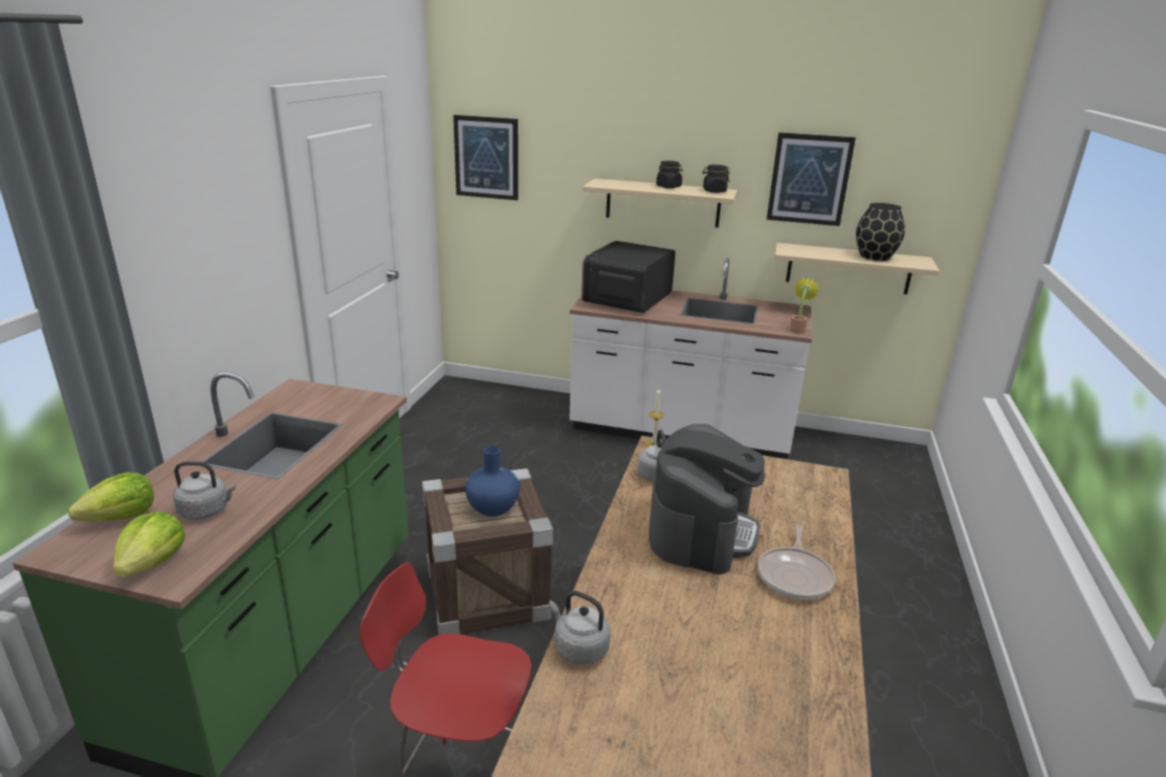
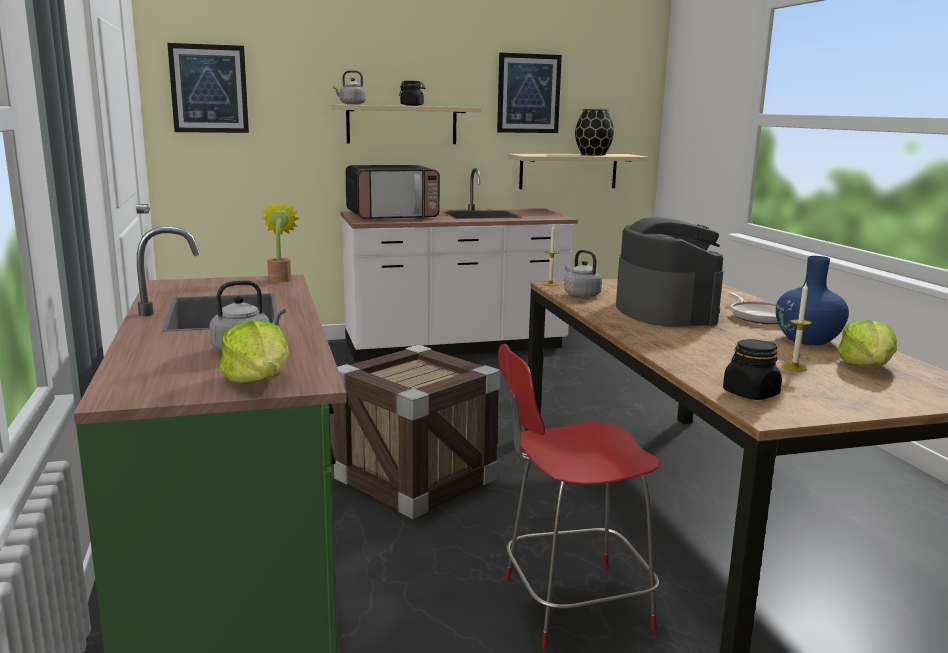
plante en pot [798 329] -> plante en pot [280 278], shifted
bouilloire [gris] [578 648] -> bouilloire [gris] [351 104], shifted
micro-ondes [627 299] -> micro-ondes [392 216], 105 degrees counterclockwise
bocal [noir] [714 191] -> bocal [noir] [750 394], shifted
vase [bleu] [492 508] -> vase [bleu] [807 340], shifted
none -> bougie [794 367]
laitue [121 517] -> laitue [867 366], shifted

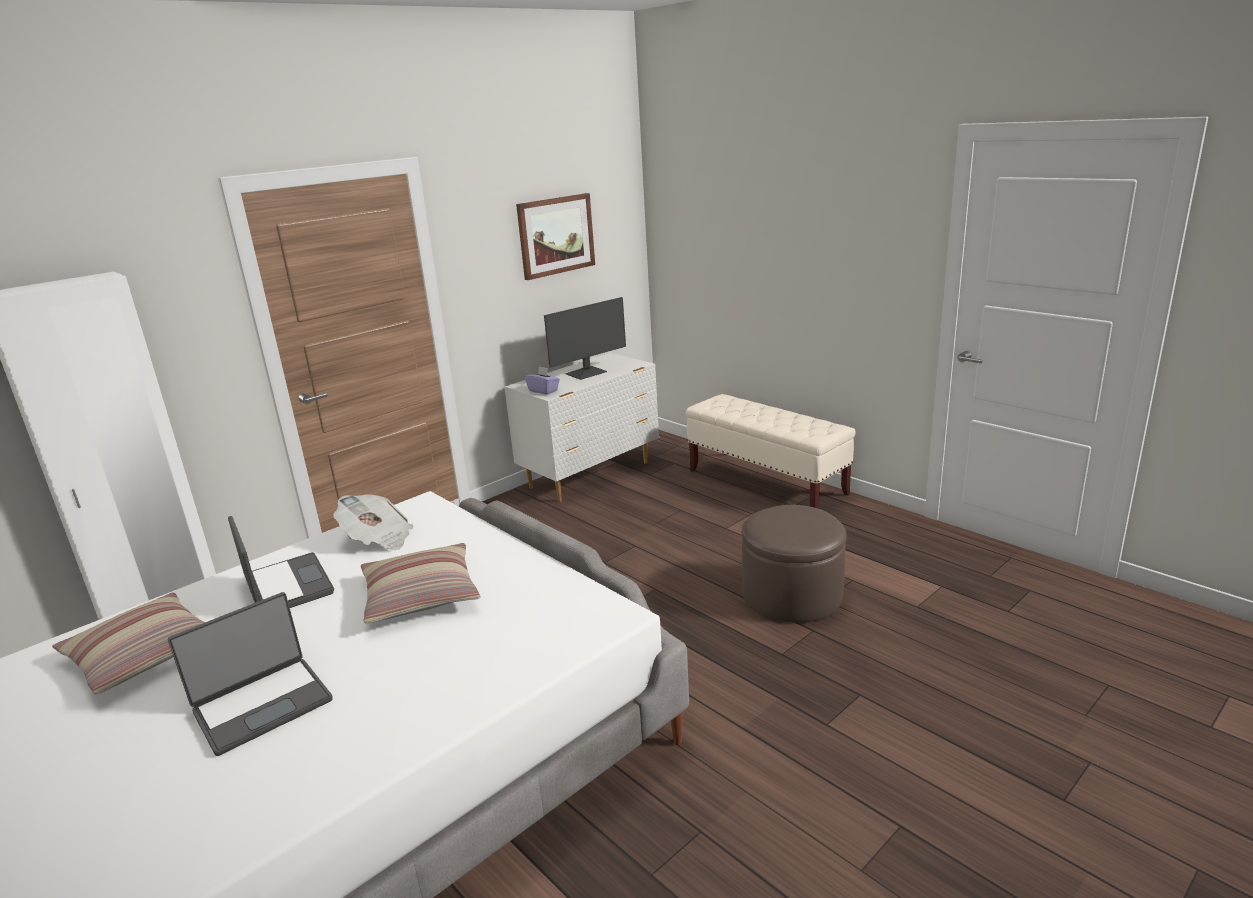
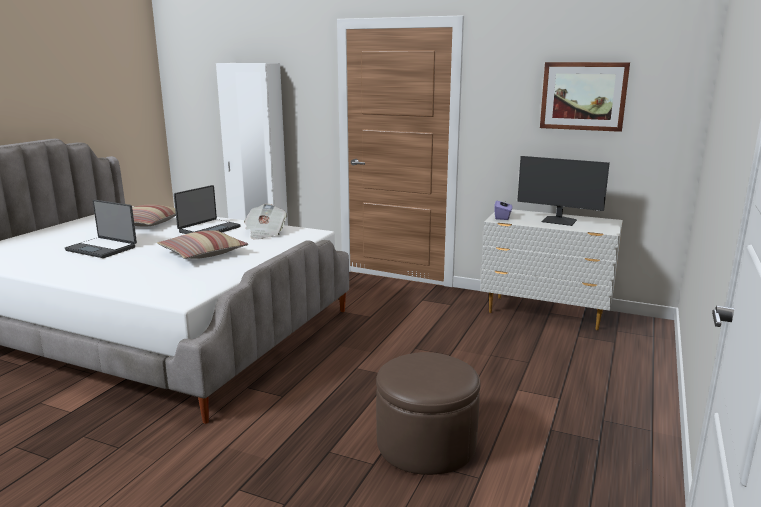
banc [beige] [766 482] -> none

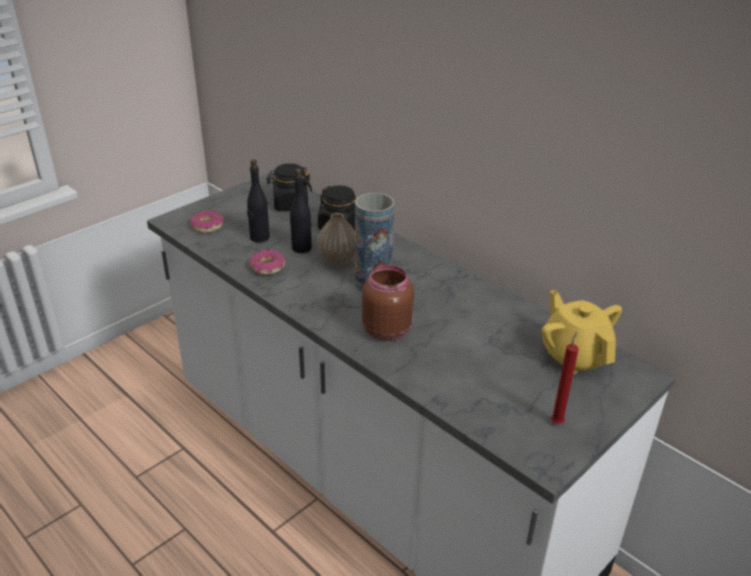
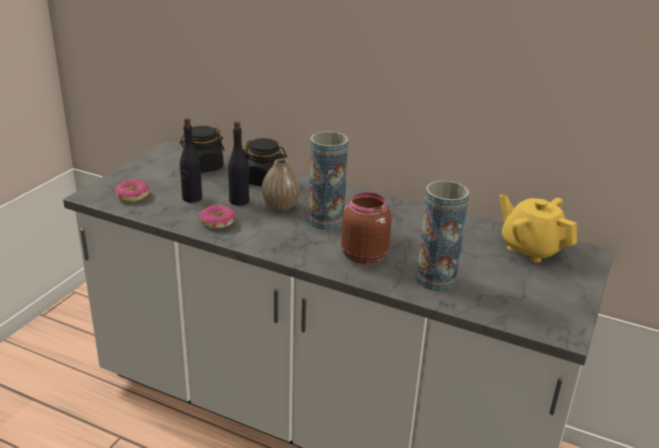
none -> vase [435 279]
bougie [rouge] [557 422] -> none

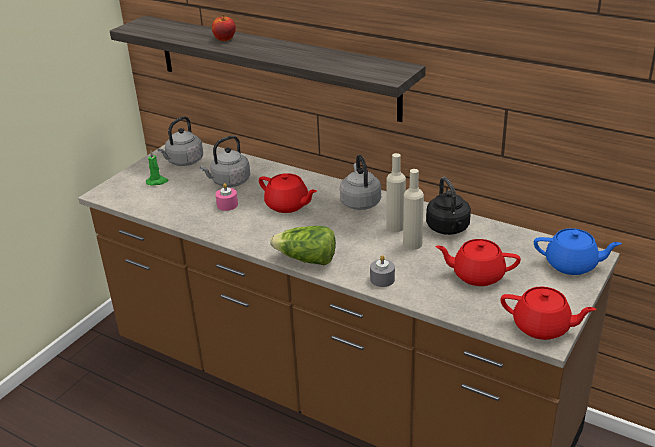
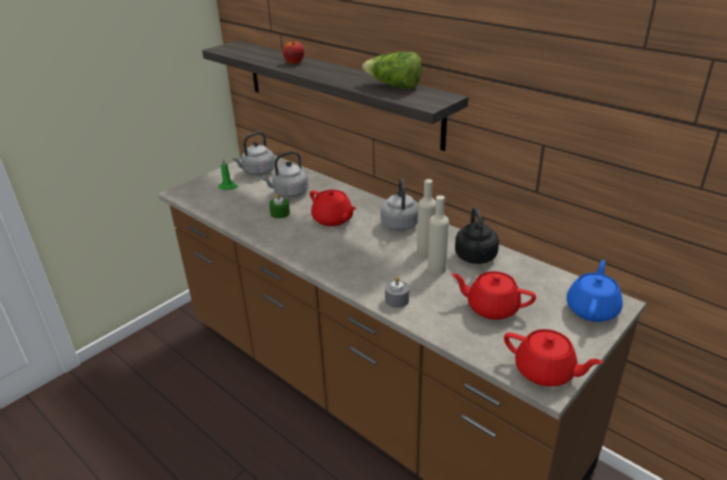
bougie [rose] [227 205] -> bougie [vert] [280 213]
laitue [306 260] -> laitue [394 86], shifted
théière [bleu] [572 265] -> théière [bleu] [592 309], 90 degrees counterclockwise

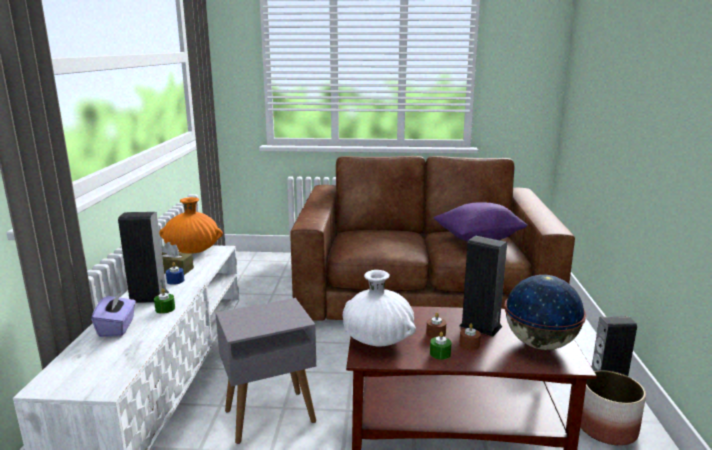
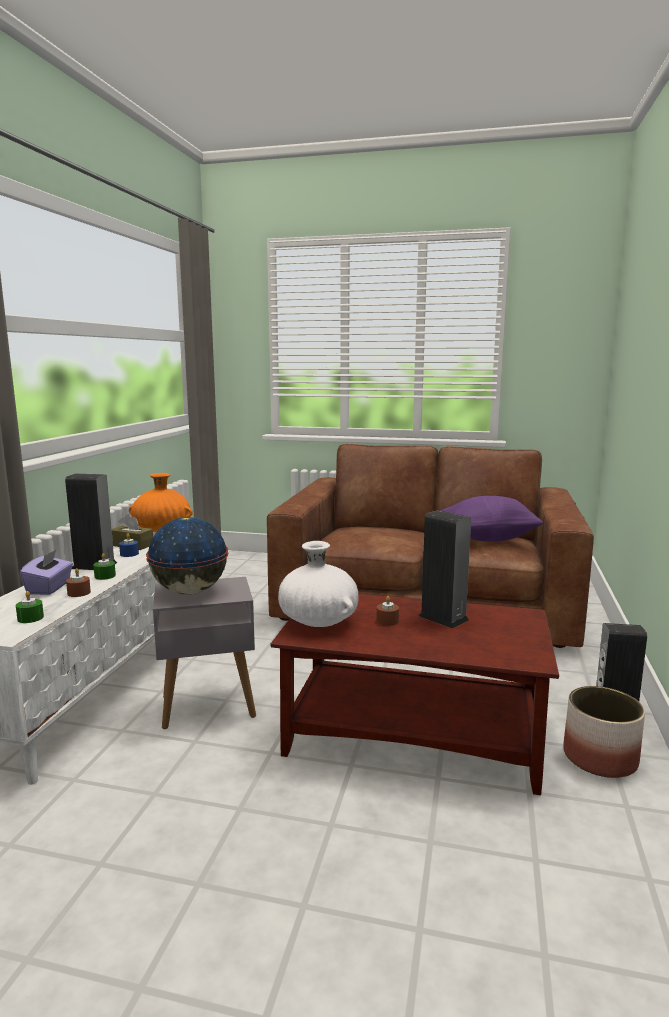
bougie [vert] [440 353] -> bougie [vert] [30 618], shifted
bougie [marron] [469 345] -> bougie [marron] [79 593], shifted
globe [539 344] -> globe [189 591], shifted

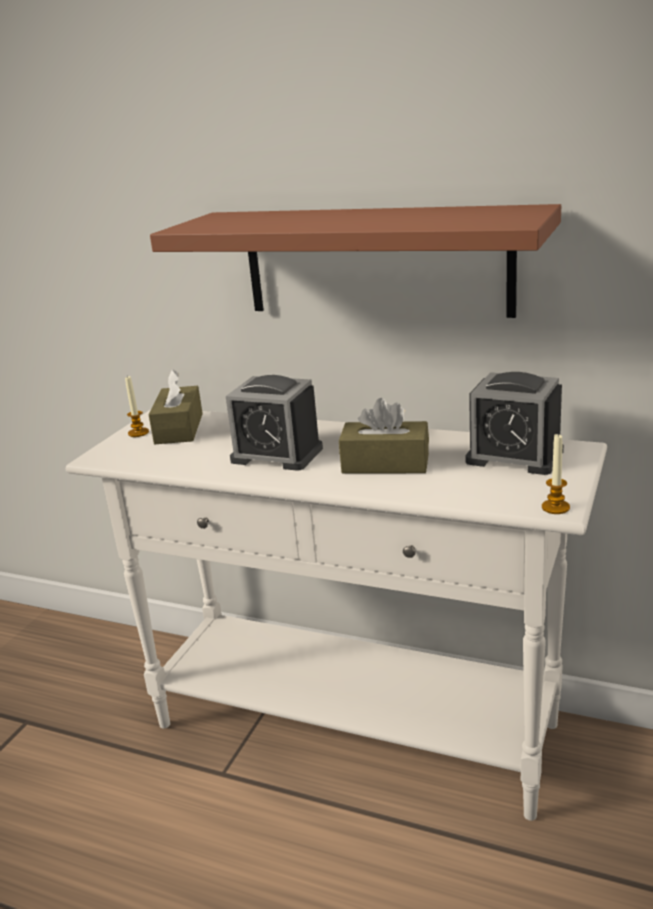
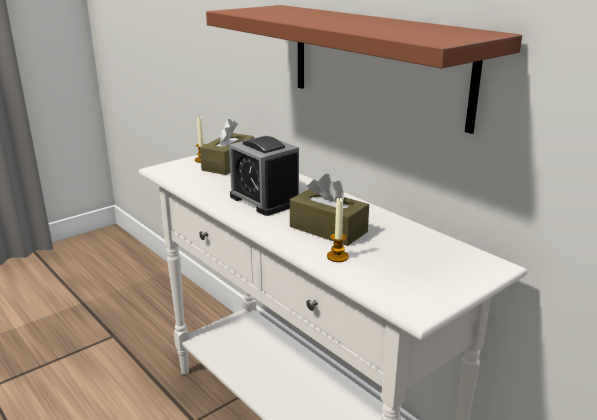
bougie [555 507] -> bougie [337 257], shifted
réveil [514 457] -> none

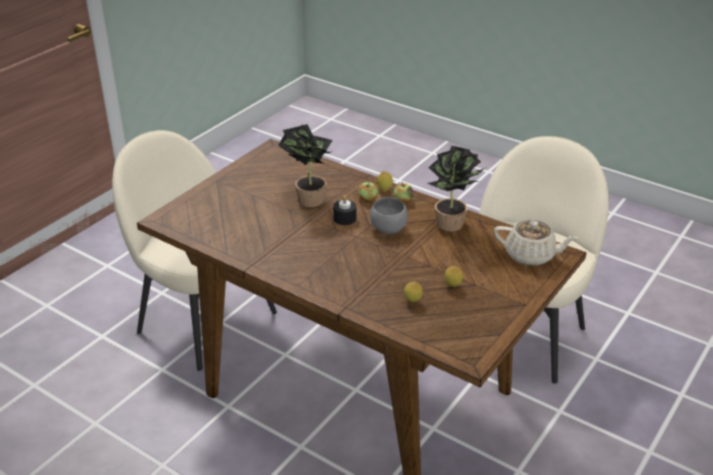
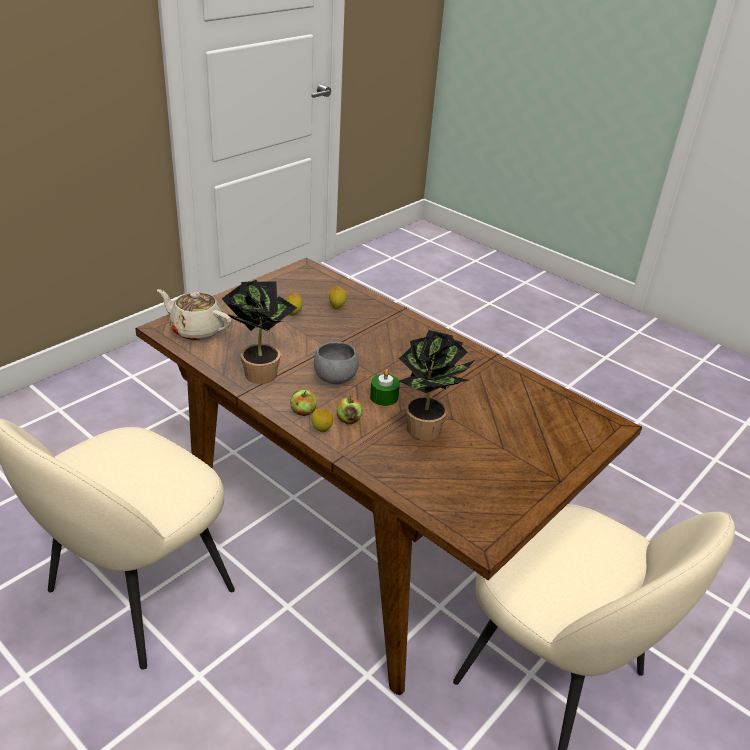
bougie [noir] [344 218] -> bougie [vert] [384 397]

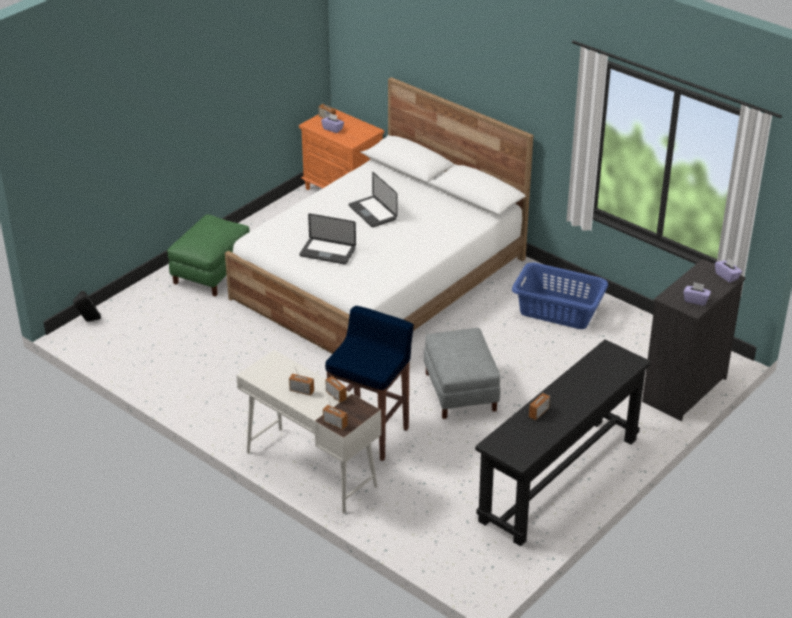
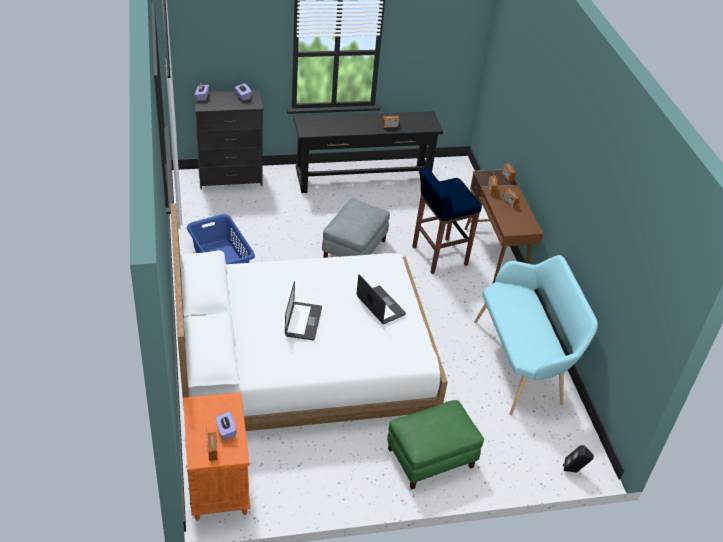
bureau [blanc] [310 469] -> bureau [marron] [494 258]
none -> banc [turquoise] [522 363]

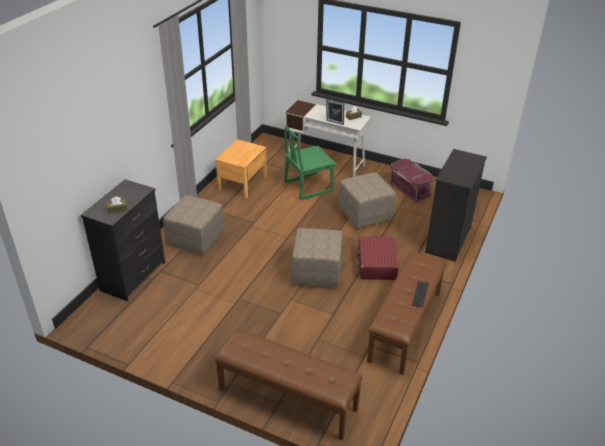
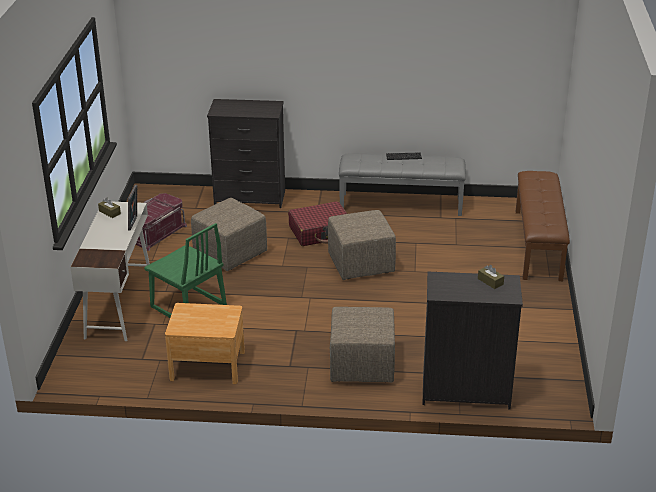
banc [marron] [405 326] -> banc [gris] [401 204]

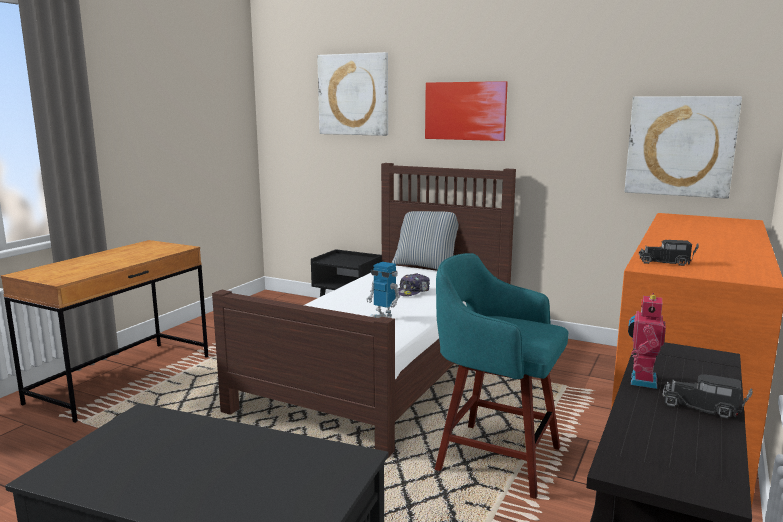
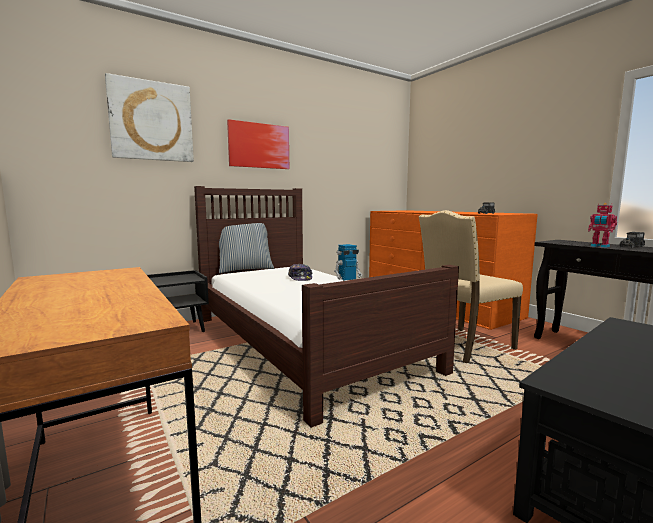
tabouret [turquoise] [494 457] -> chaise [beige] [463 346]
tableau [680 146] -> none

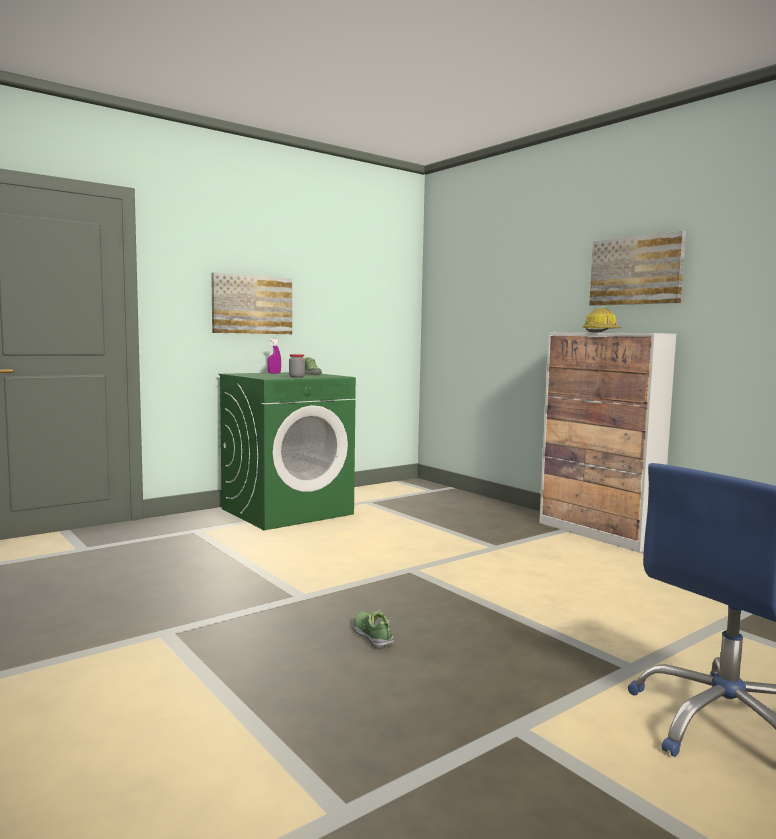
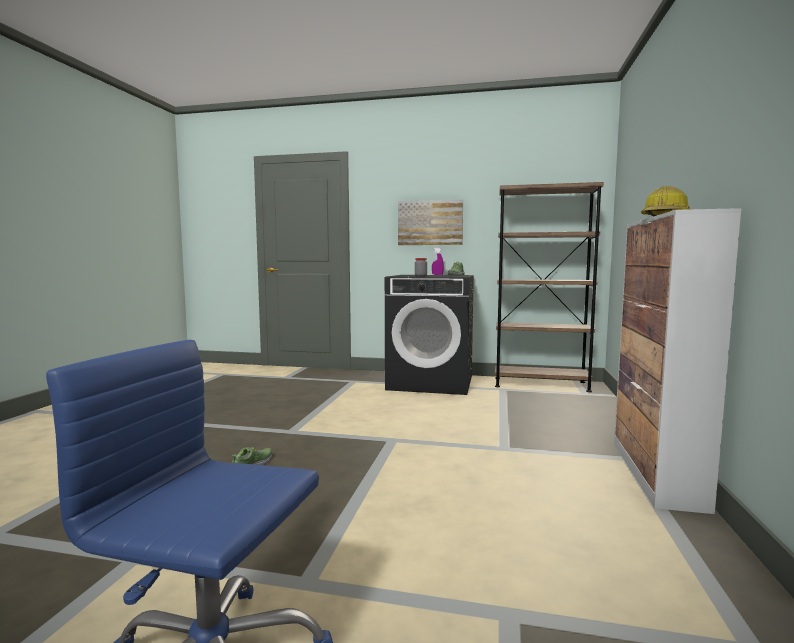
lave-linge [vert] [287 511] -> lave-linge [noir] [431 383]
none -> bibliothèque [marron] [540 384]
tableau [636 270] -> none

